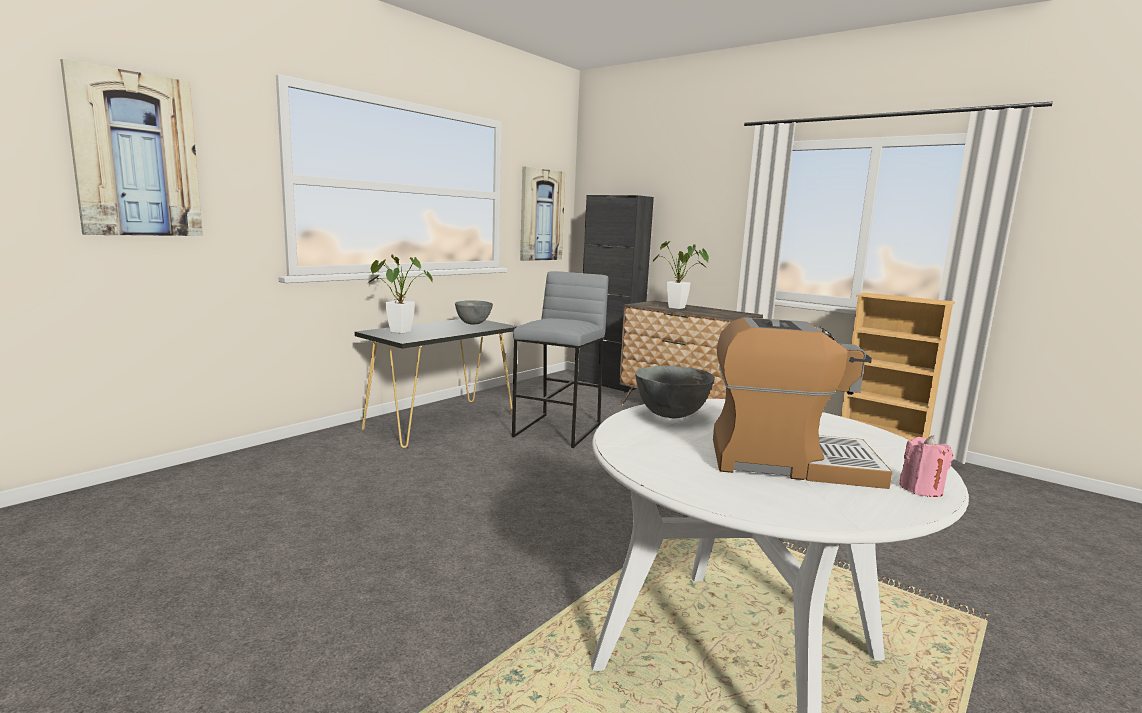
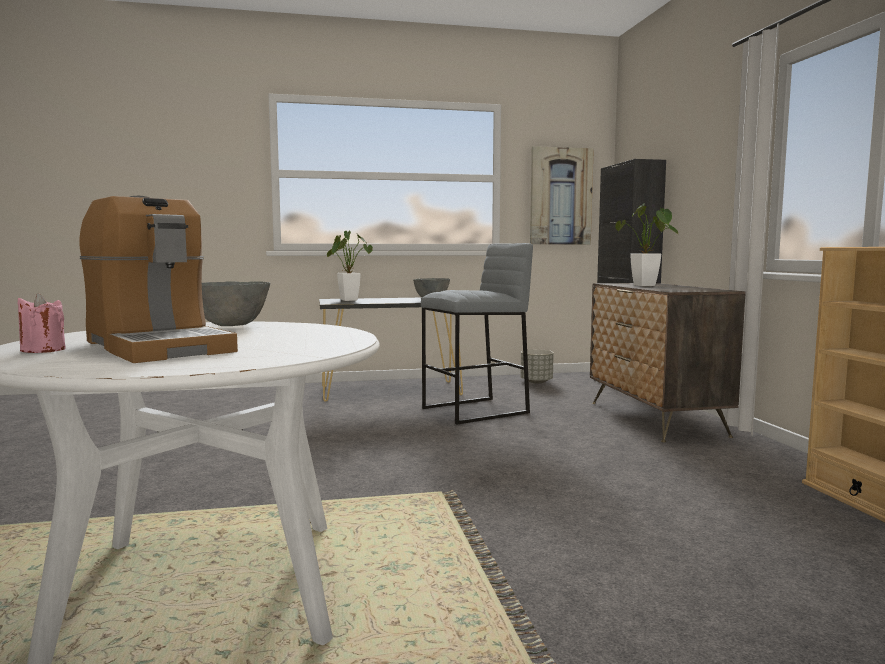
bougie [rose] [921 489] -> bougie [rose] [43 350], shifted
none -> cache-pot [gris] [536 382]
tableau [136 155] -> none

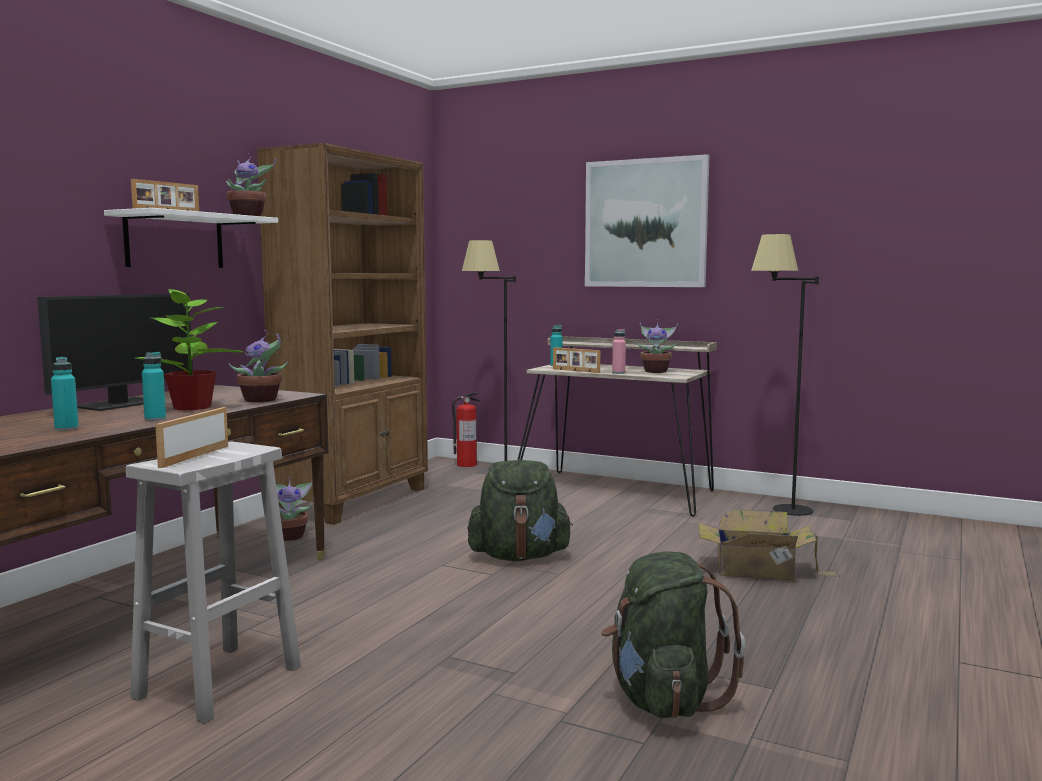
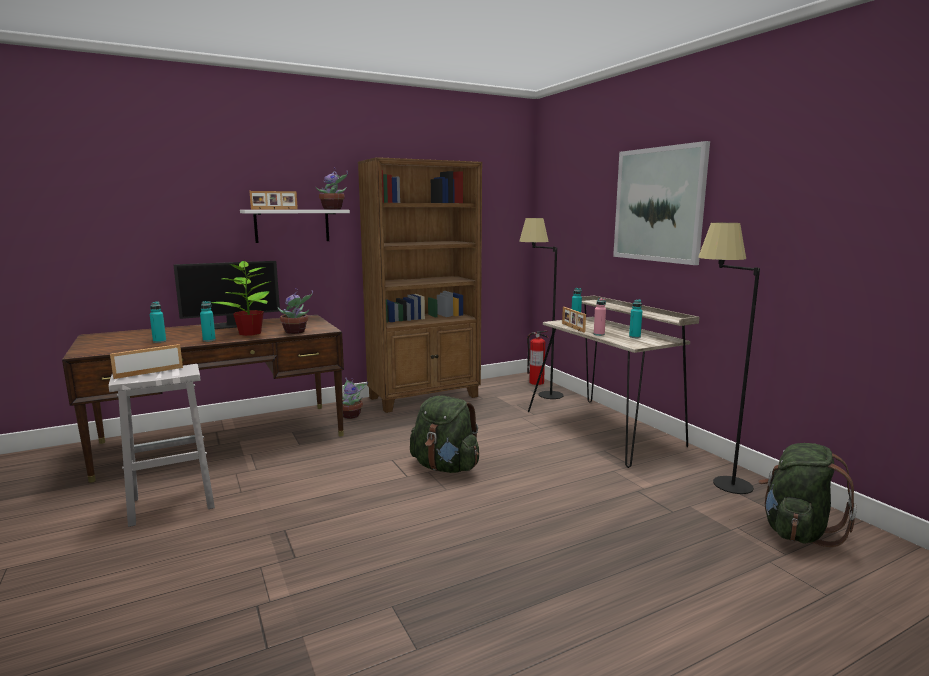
plante en pot [656 371] -> bouteille [turquoise] [634 337]
sac à dos [vert] [663 699] -> sac à dos [vert] [796 531], shifted
carton [758 570] -> none

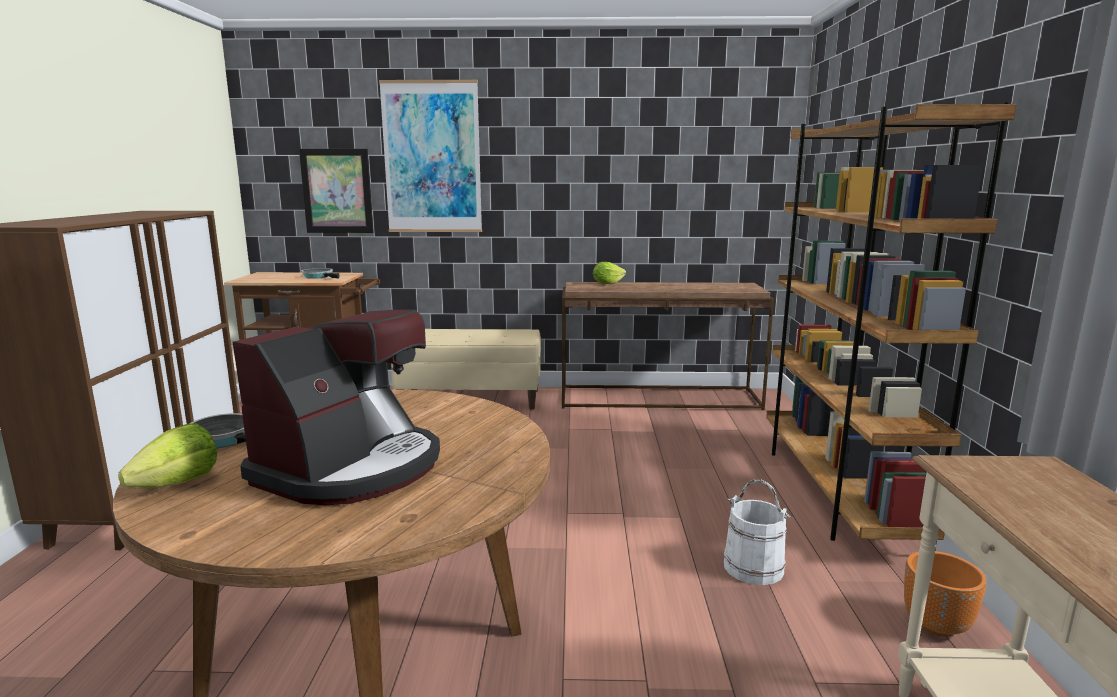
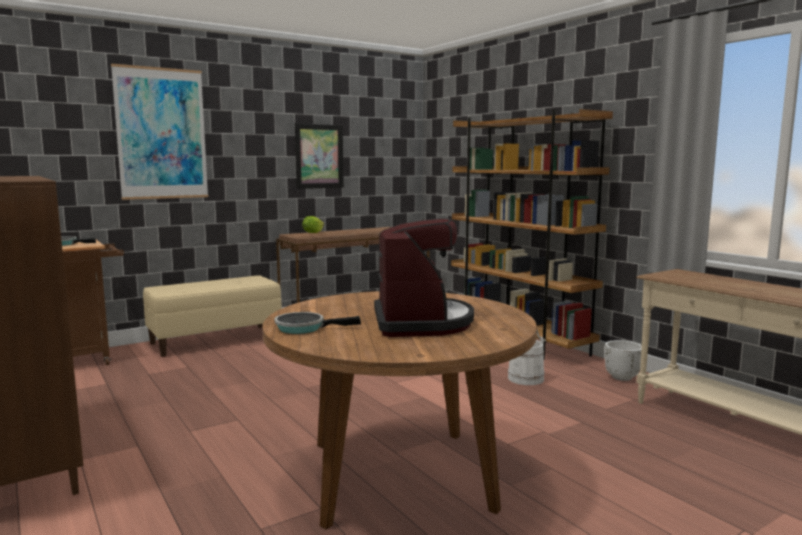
tableau [337 191] -> tableau [319 156], shifted
cache-pot [orange] [936 625] -> cache-pot [blanc] [622 377]
laitue [178 483] -> none

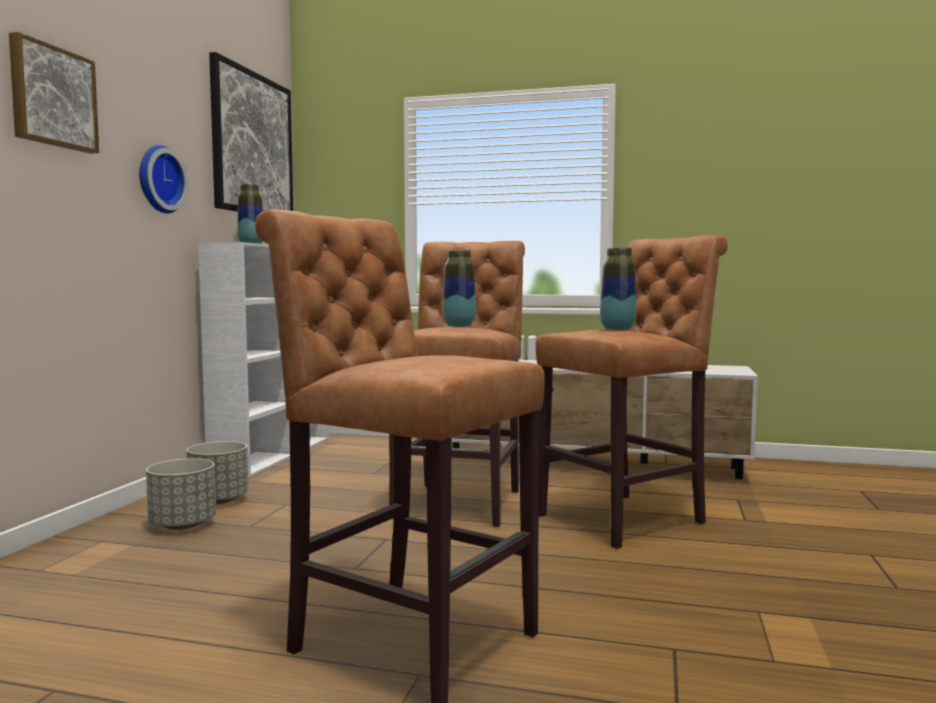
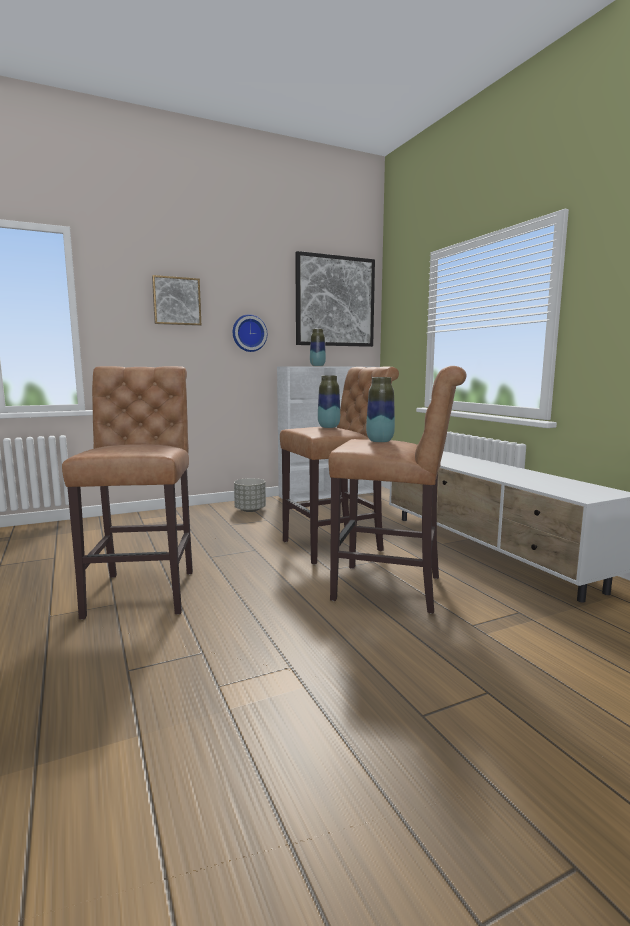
cache-pot [gris] [183 525] -> none

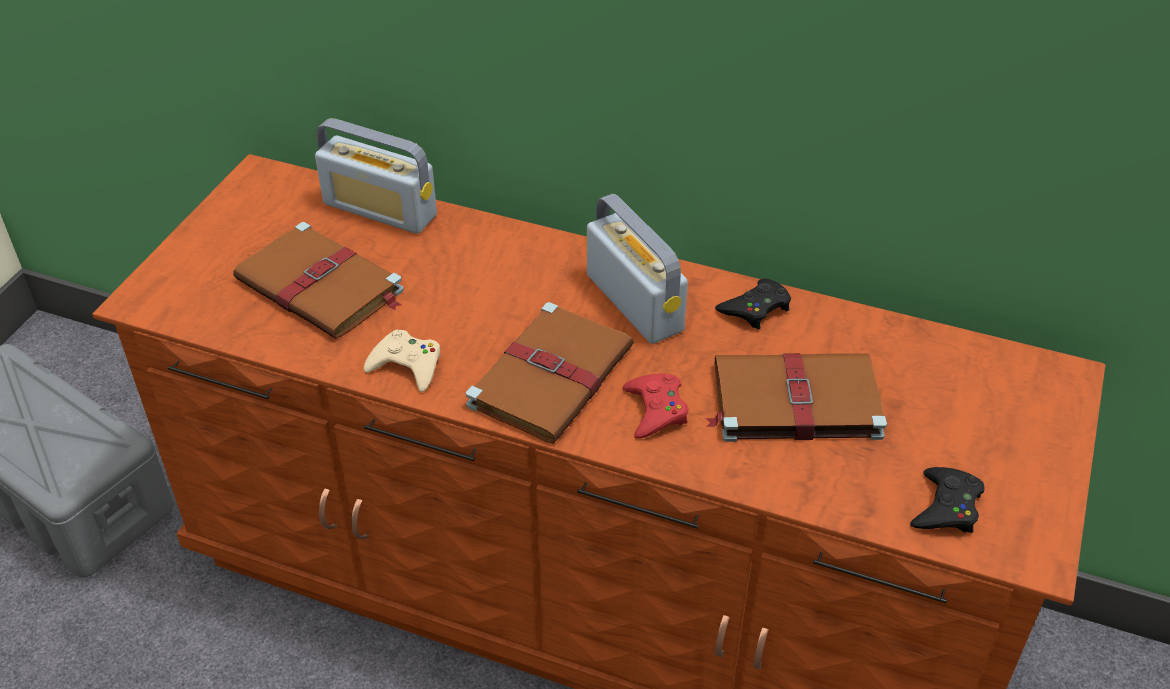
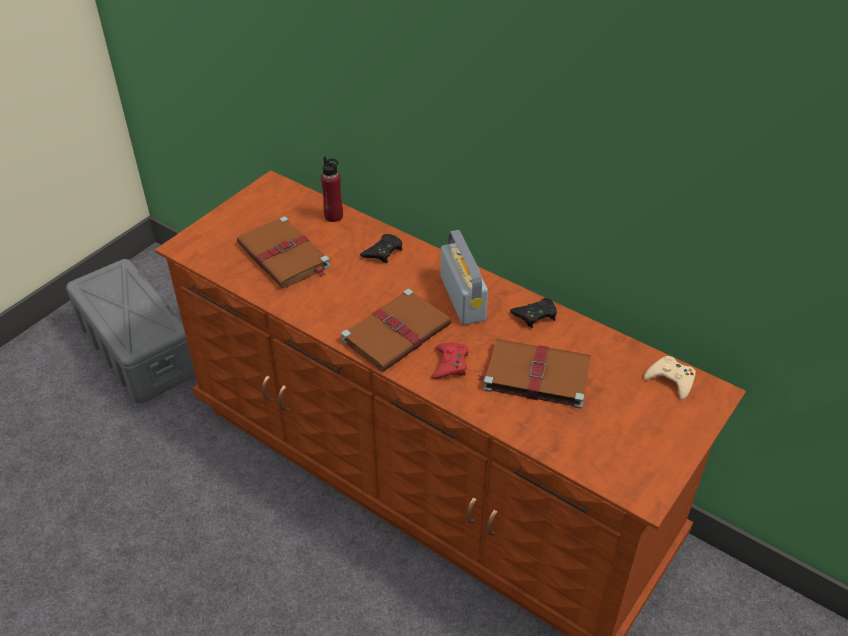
radio [380 209] -> bouteille [rouge] [333 216]
manette [noir] [946 507] -> manette [noir] [383 252], shifted
manette [beige] [407 366] -> manette [beige] [671 380], shifted

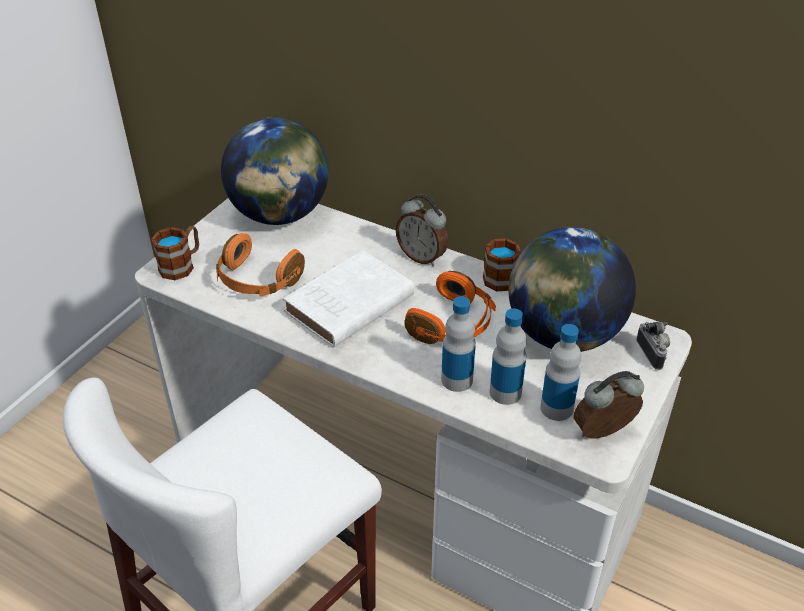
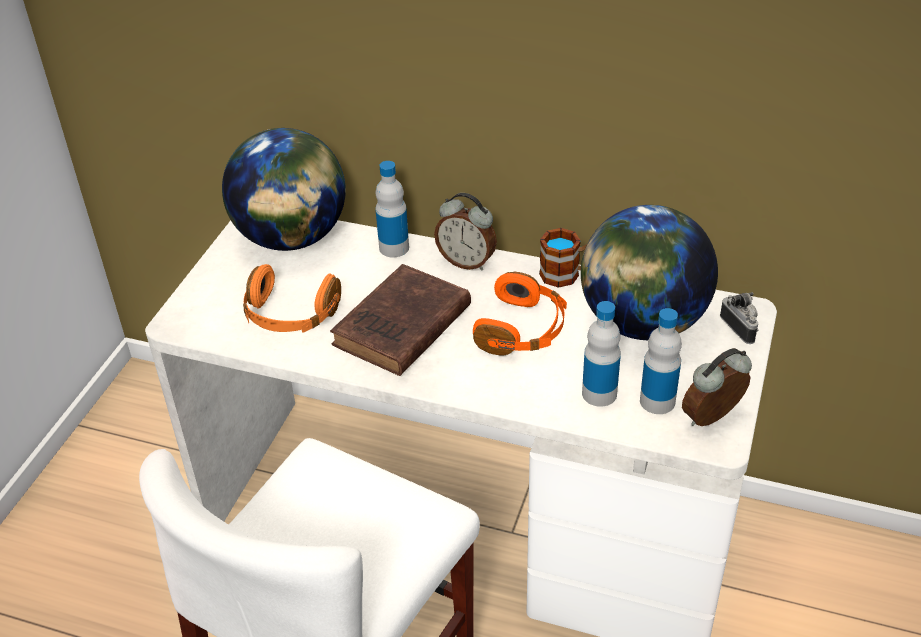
livre [blanc] [346 305] -> livre [marron] [400 328]
bouteille [457 380] -> bouteille [394 248], shifted
mug [182 265] -> none

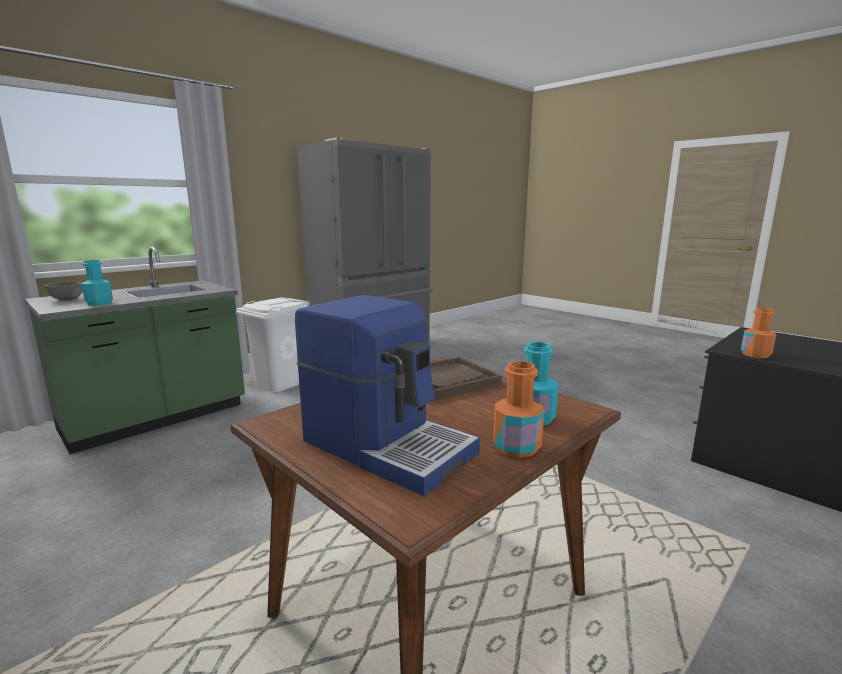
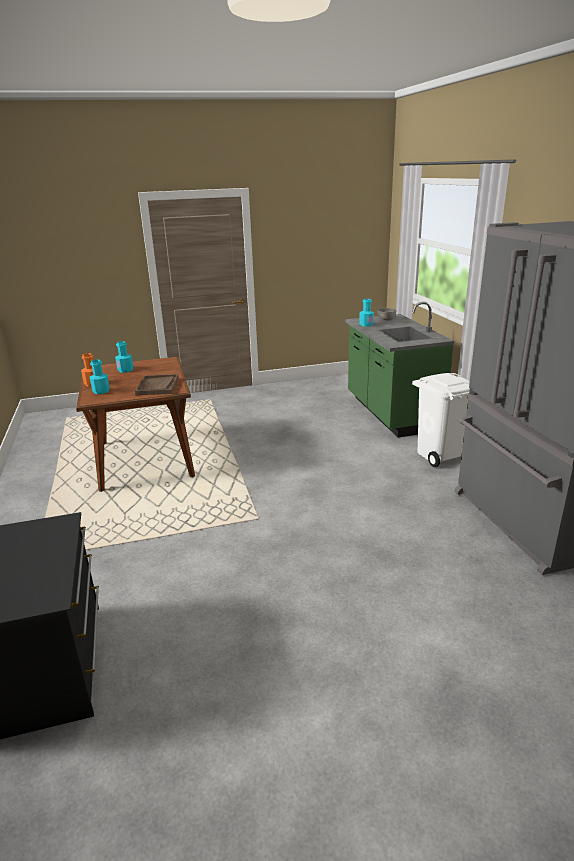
machine à café [388 446] -> bouteille [turquoise] [125 370]
bouteille [orange] [755 355] -> none

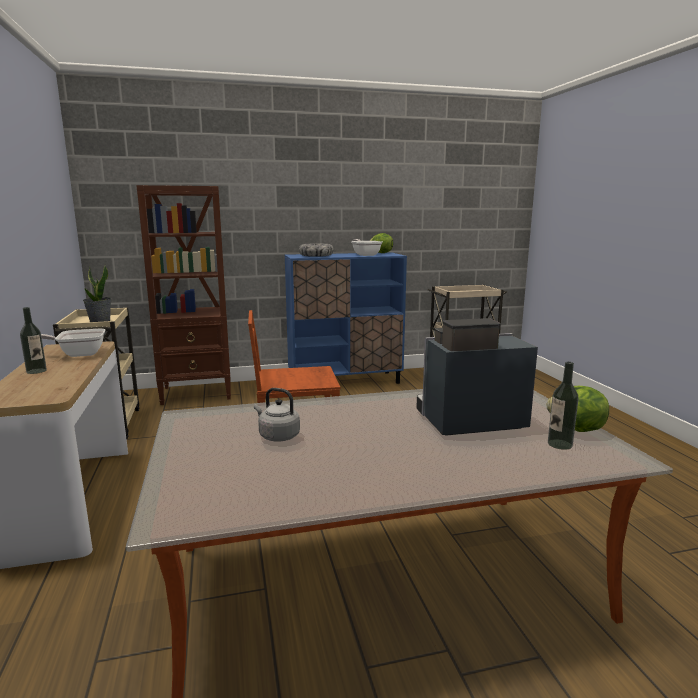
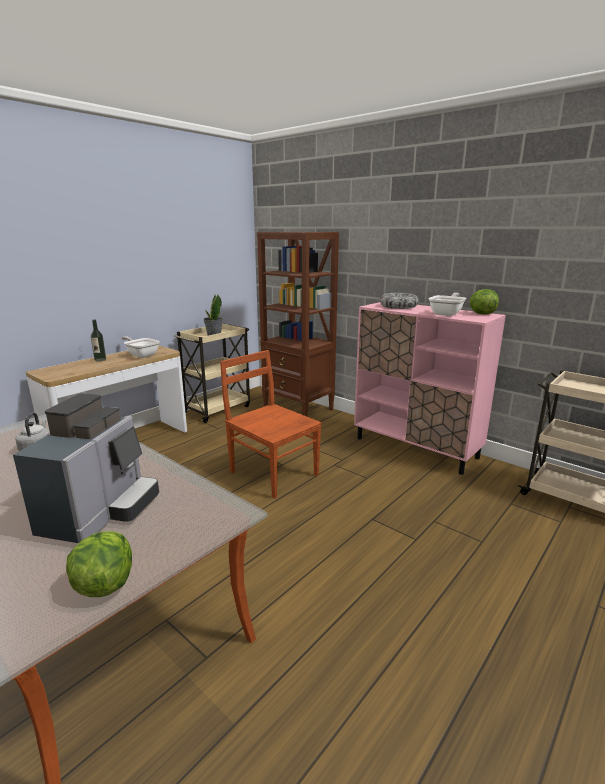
machine à café [467 421] -> machine à café [101 512], 60 degrees clockwise
meuble de rangement [bleu] [345 381] -> meuble de rangement [rose] [416 448]
bouteille [559 444] -> none

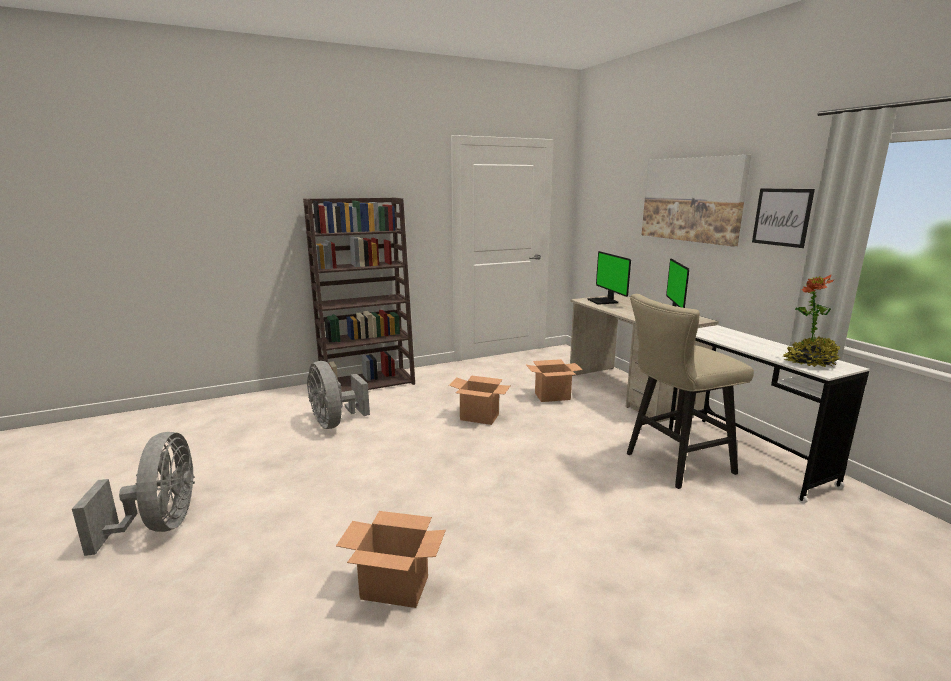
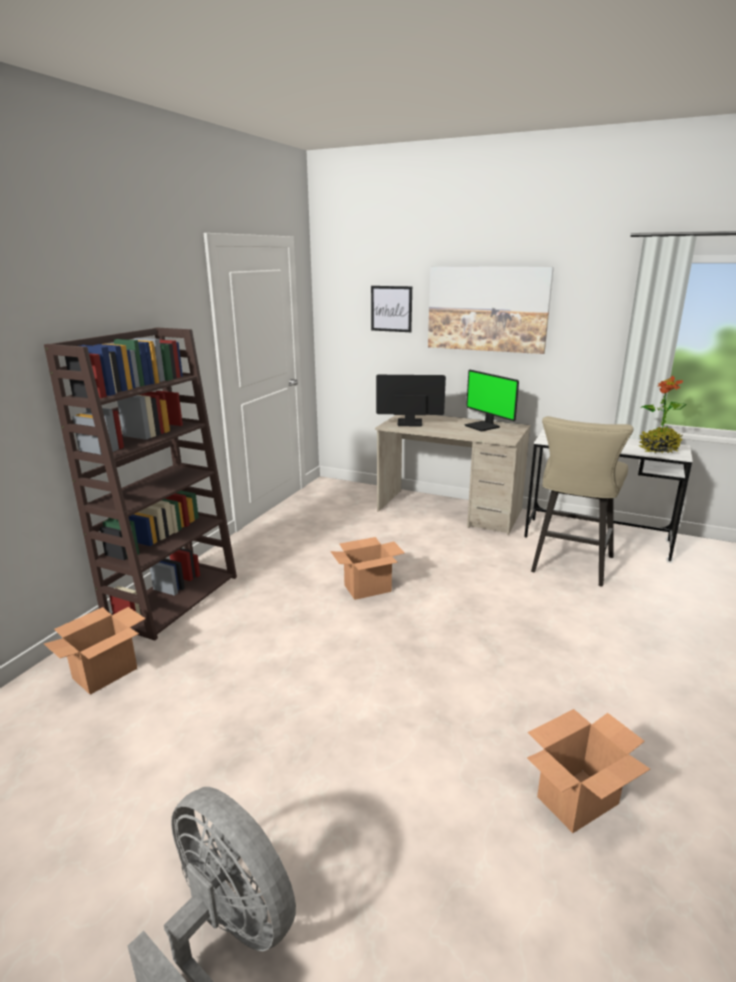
carton [552 396] -> carton [105 673], shifted
tableau [782 217] -> tableau [391 308], shifted
écran d'ordinateur [604 301] -> écran d'ordinateur [409 423], 150 degrees clockwise
ventilateur [gris] [335 423] -> none

